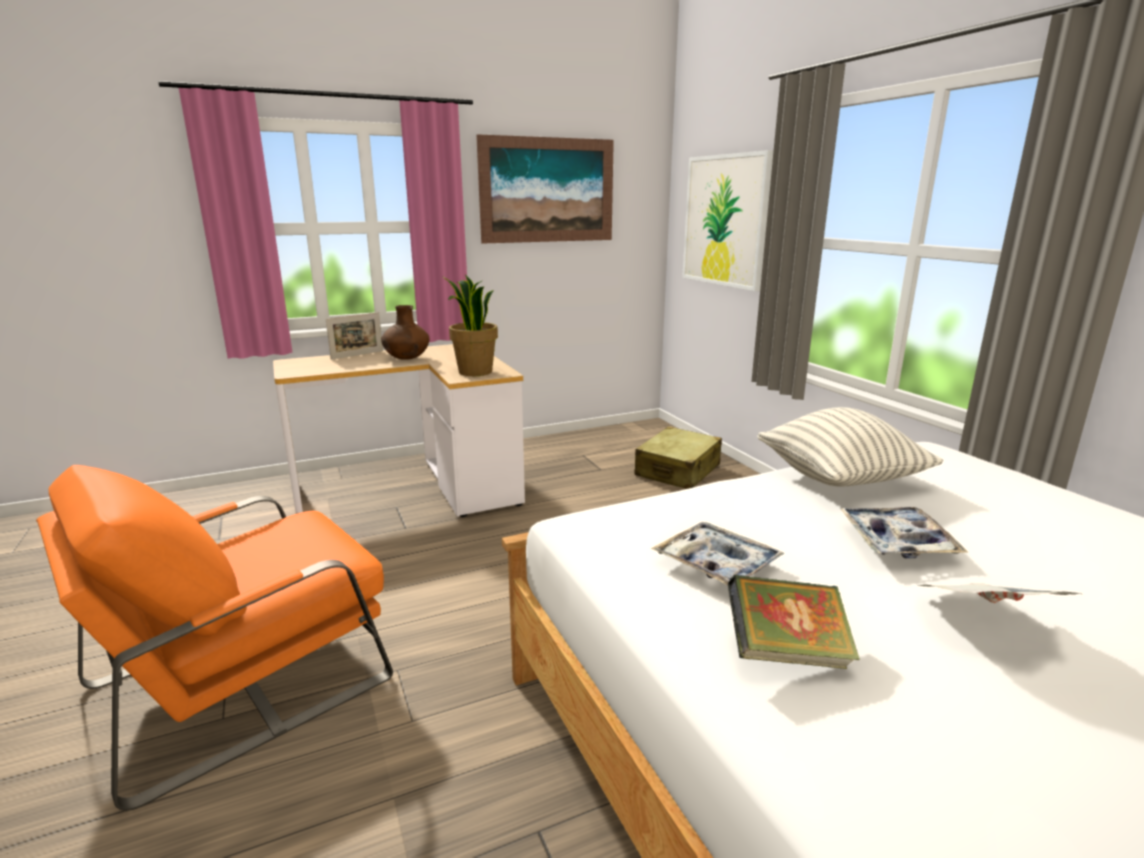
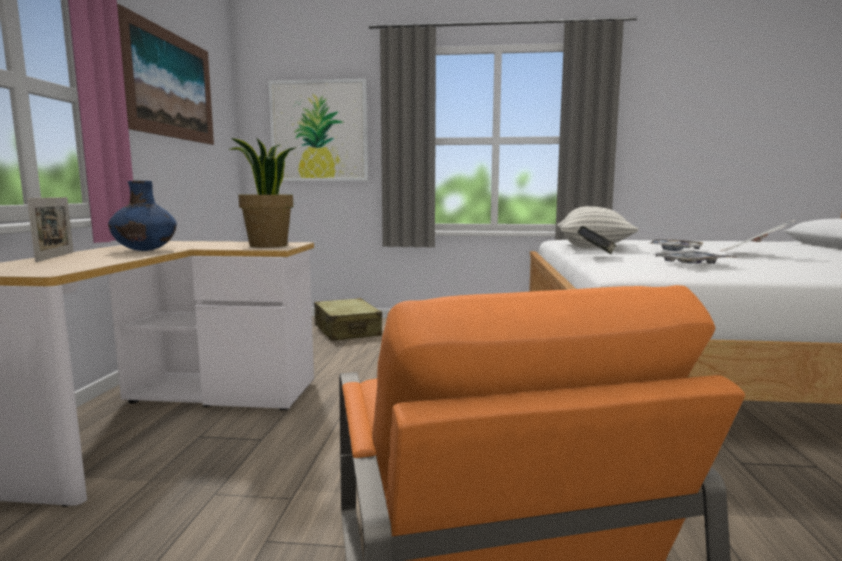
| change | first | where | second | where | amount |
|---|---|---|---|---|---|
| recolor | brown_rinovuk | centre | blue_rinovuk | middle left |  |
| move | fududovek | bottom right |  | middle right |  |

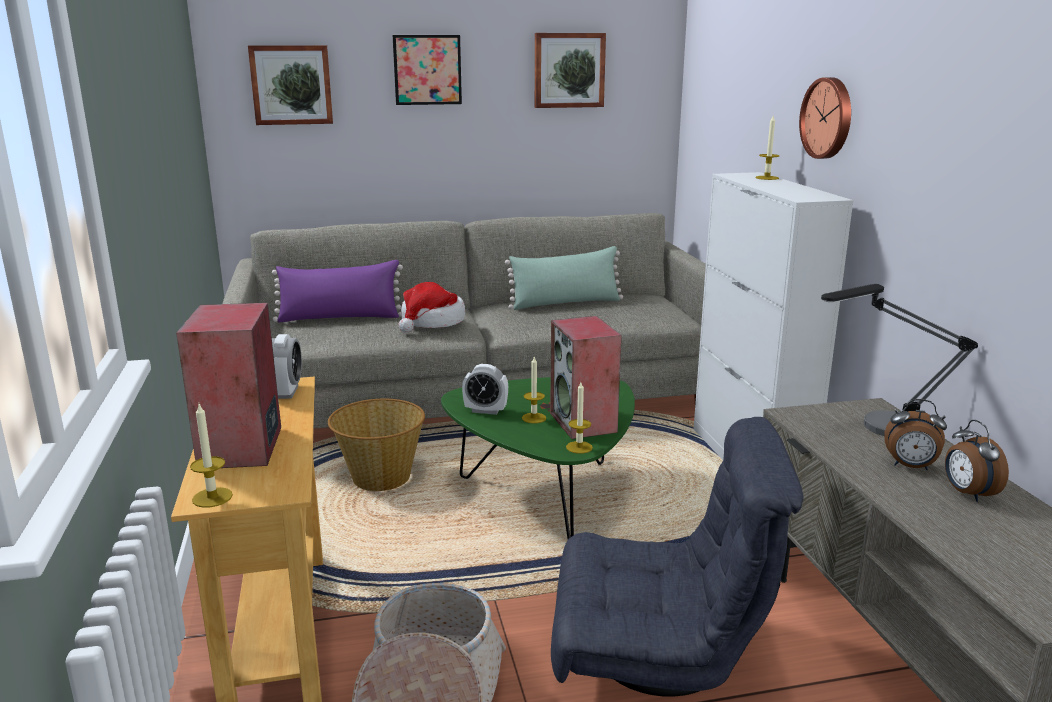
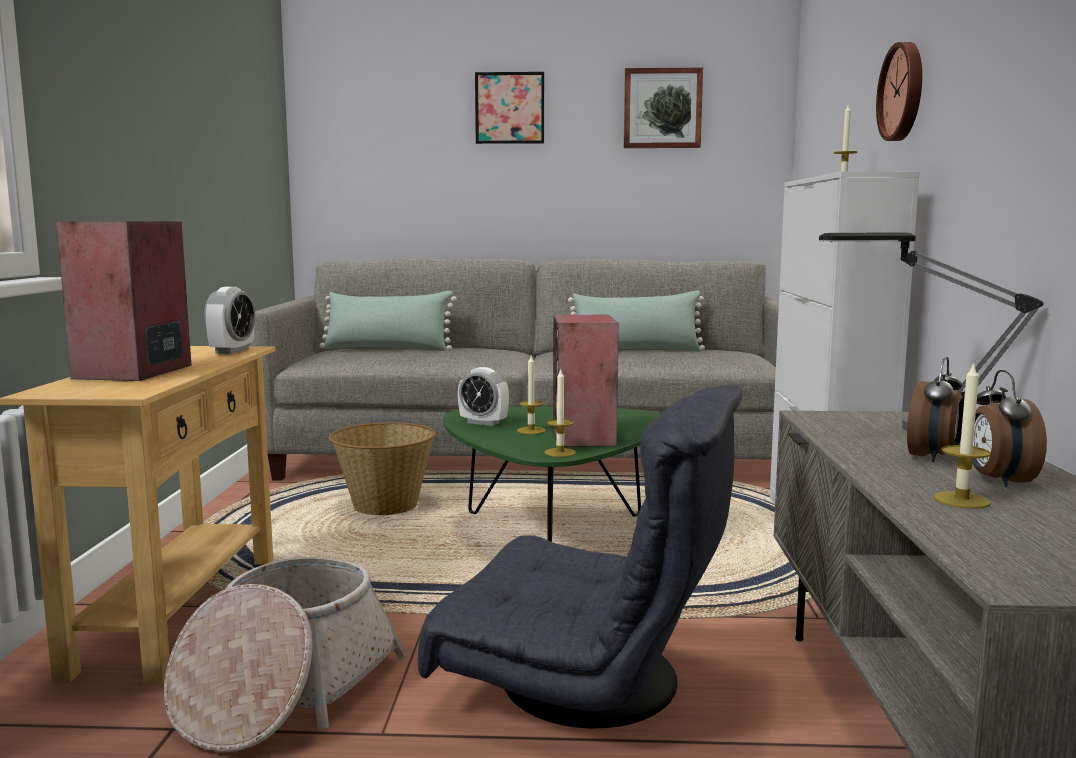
| change | first | where | second | where | amount |
|---|---|---|---|---|---|
| recolor | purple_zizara | middle left | green_zizara (1st from left) | centre |  |
| rotate | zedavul (3rd from left) | middle right |  | middle right | 90 degrees counterclockwise |
| move | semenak (1st from left in the first image) | middle left | semenak (4th from left) | middle right |  |
| delete | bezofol (1st from left) | top left |  |  |  |
| delete | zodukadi | centre |  |  |  |

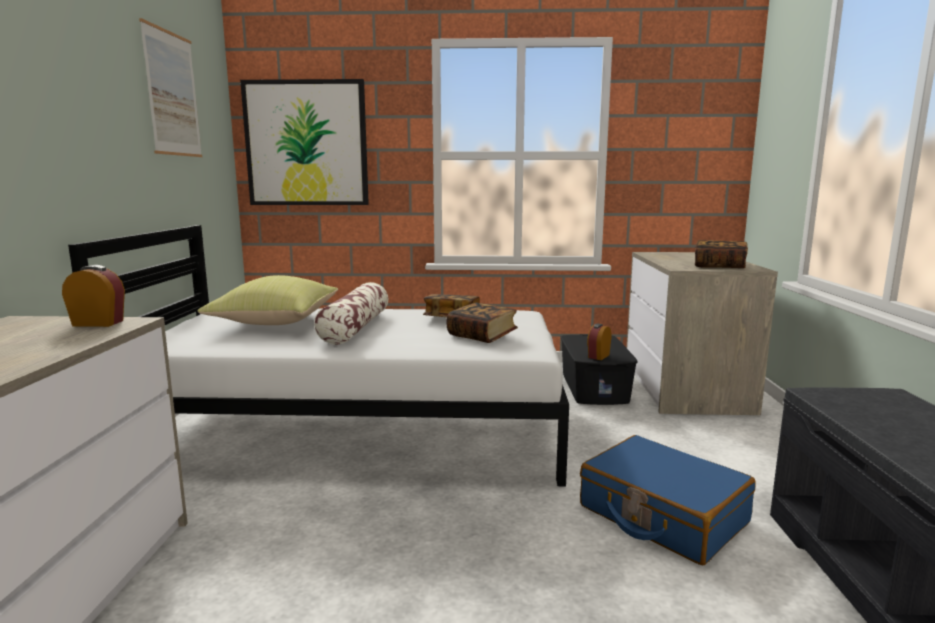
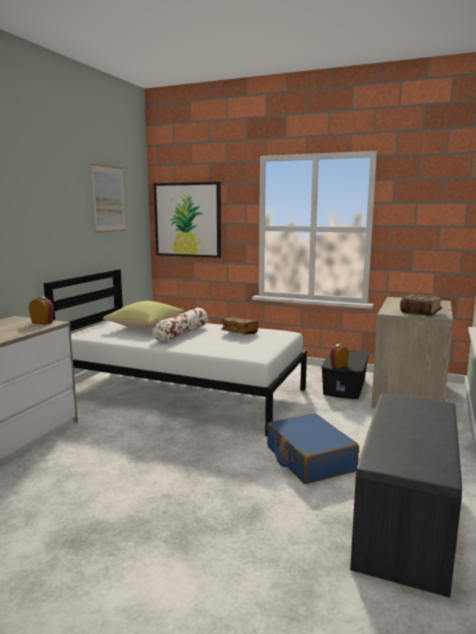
| change | first | where | second | where | amount |
|---|---|---|---|---|---|
| delete | fududovek (2nd from left) | centre |  |  |  |

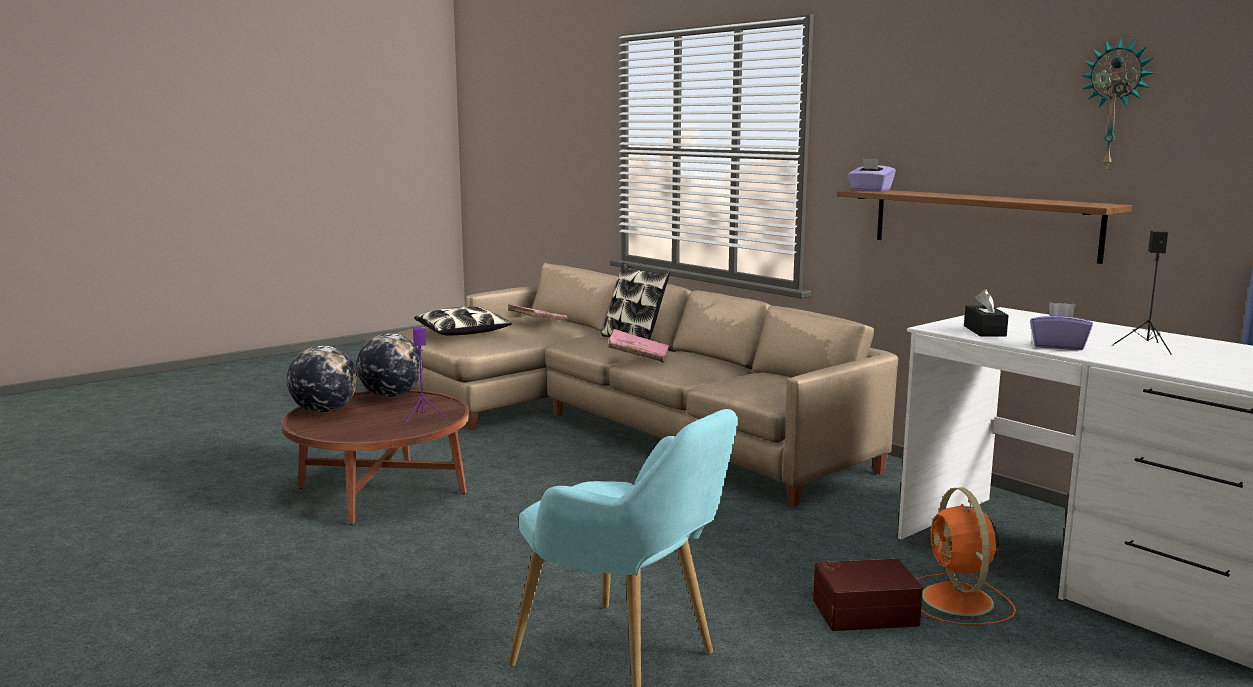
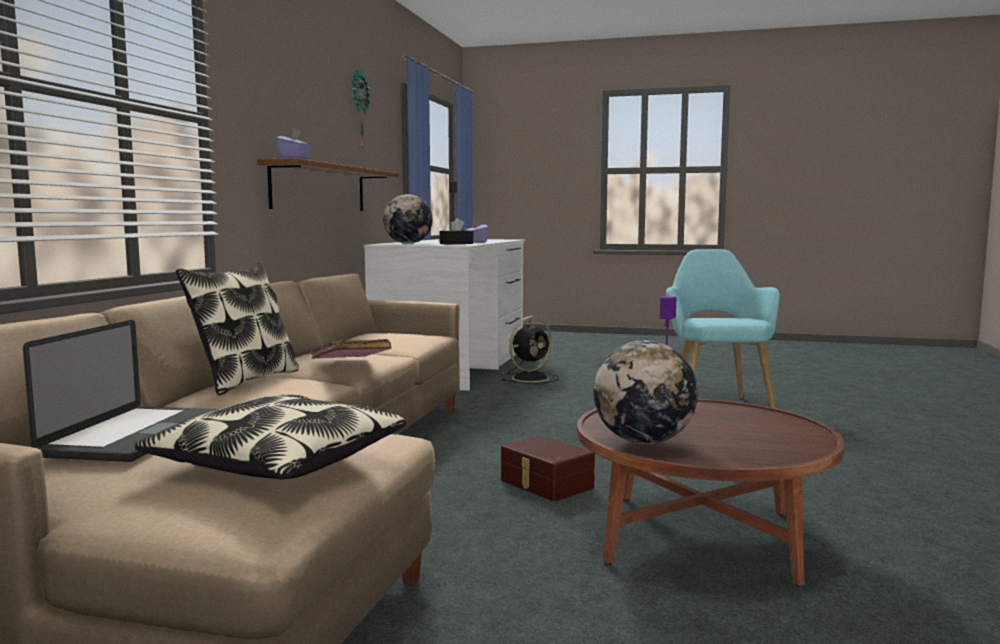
| change | first | where | second | where | amount |
|---|---|---|---|---|---|
| replace | pink_fududovek (1st from left) | centre | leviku | middle left |  |
| move | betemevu (1st from left) | middle left |  | centre |  |
| move | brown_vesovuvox | bottom right |  | bottom centre |  |
| recolor | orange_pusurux | bottom right | black_pusurux | centre |  |

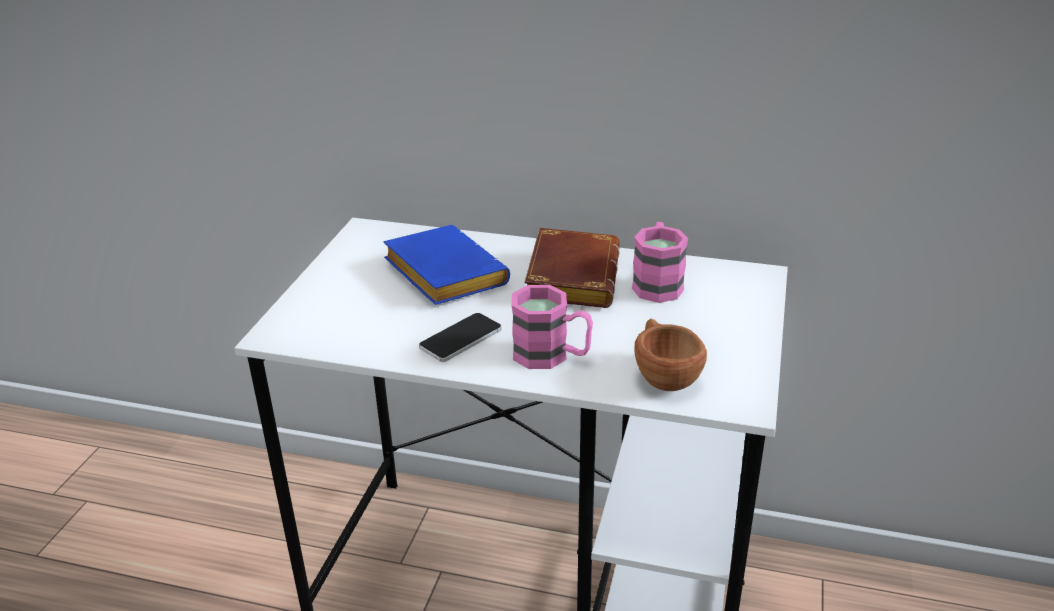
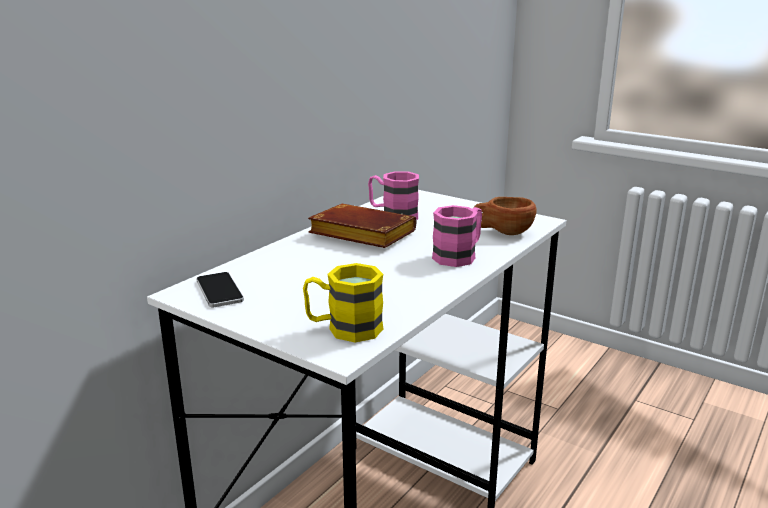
| change | first | where | second | where | amount |
|---|---|---|---|---|---|
| move | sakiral | centre |  | middle left |  |
| insert |  |  | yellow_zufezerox | centre |  |
| delete | blue_fududovek | centre |  |  |  |

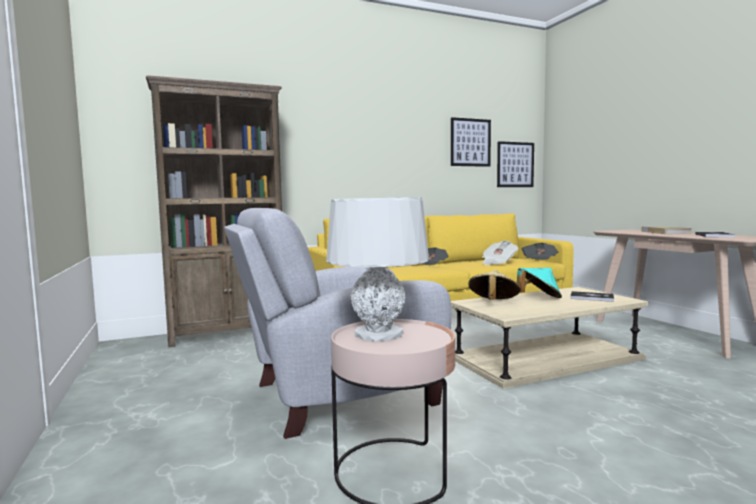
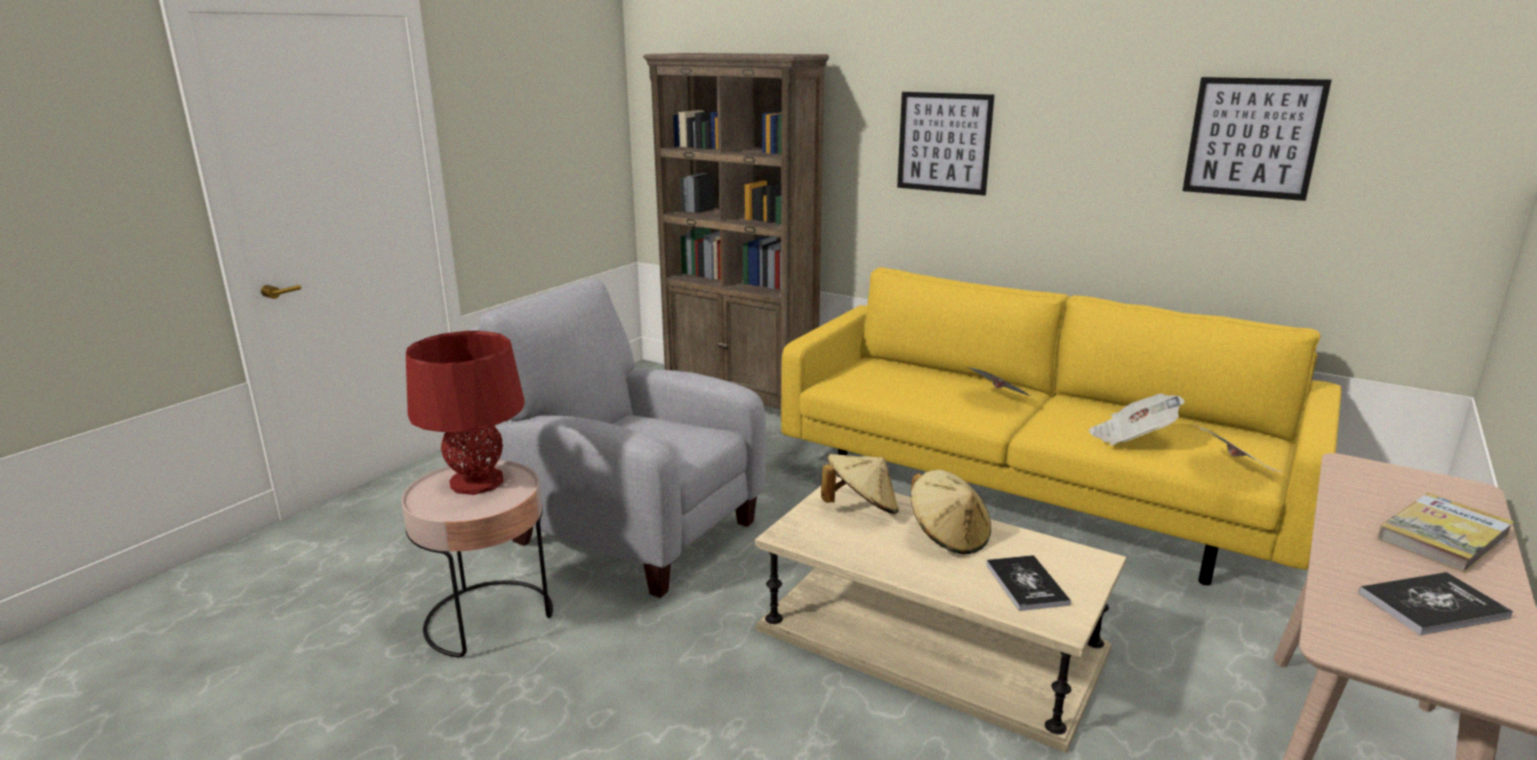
| change | first | where | second | where | amount |
|---|---|---|---|---|---|
| recolor | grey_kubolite | centre | red_kubolite | middle left |  |
| move | bezofol (2nd from left in the first image) | top right | bezofol (1st from left) | top centre |  |
| recolor | turquoise_zodukadi | middle right | beige_zodukadi (2nd from left) | bottom centre |  |

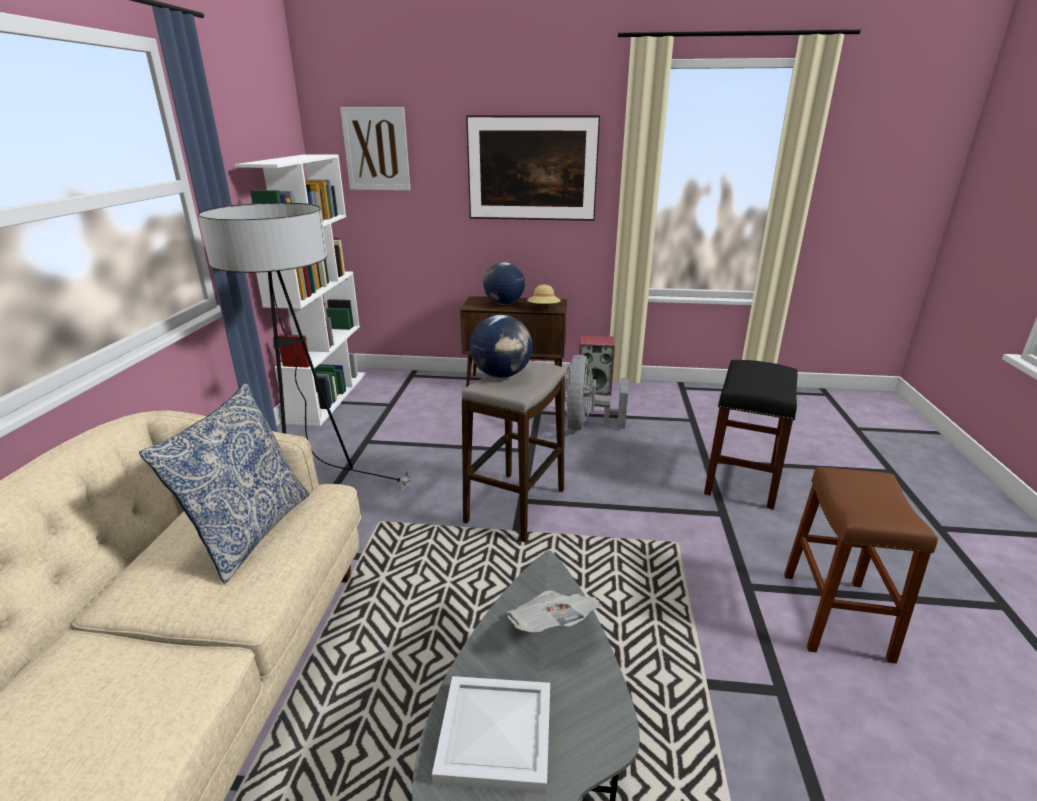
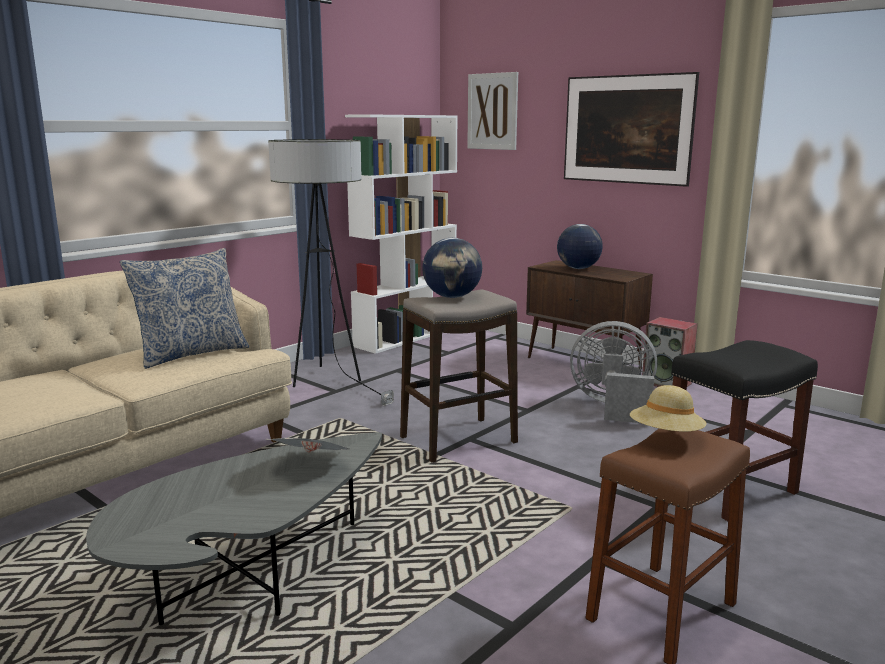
| change | first | where | second | where | amount |
|---|---|---|---|---|---|
| rotate | grey_pusurux | centre |  | middle right | 60 degrees clockwise |
| move | beige_zodukadi | centre |  | middle right |  |
| delete | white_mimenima | bottom centre |  |  |  |

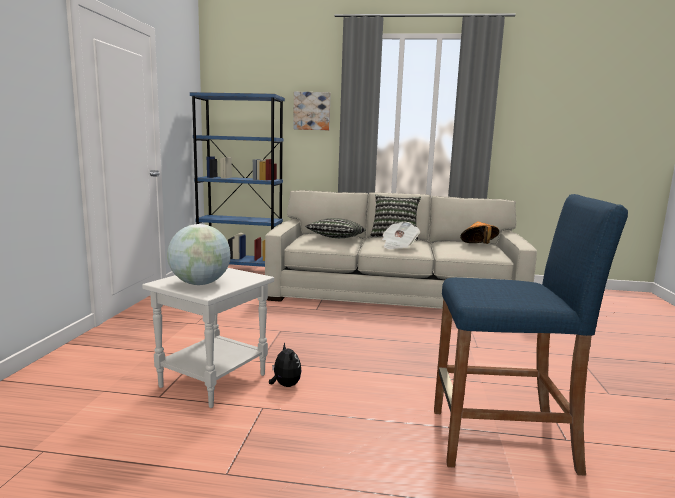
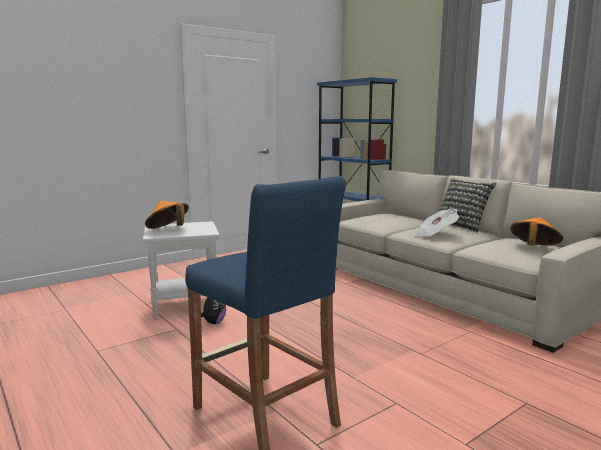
| change | first | where | second | where | amount |
|---|---|---|---|---|---|
| replace | betemevu | middle left | orange_zodukadi (1st from left) | middle left |  |
| delete | bezofol | top centre |  |  |  |
| delete | zizara (1st from left) | centre |  |  |  |

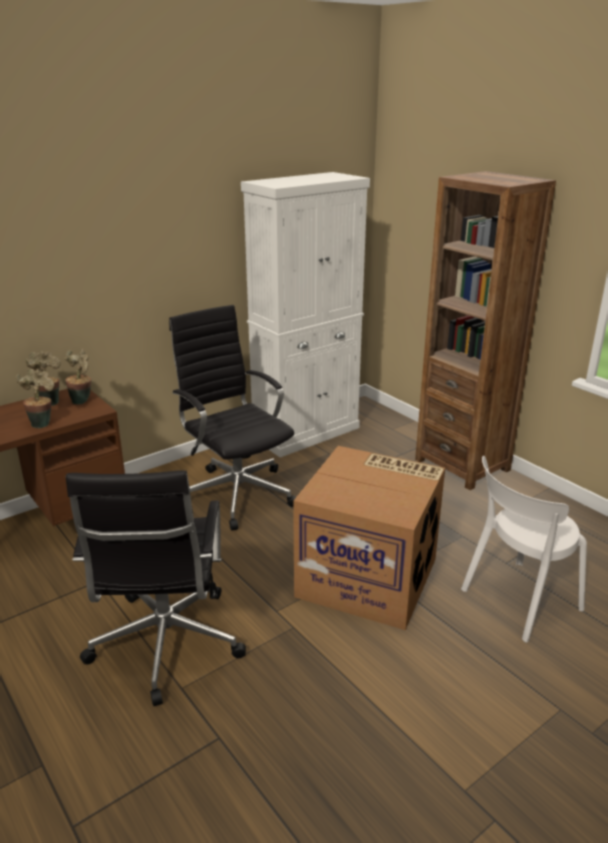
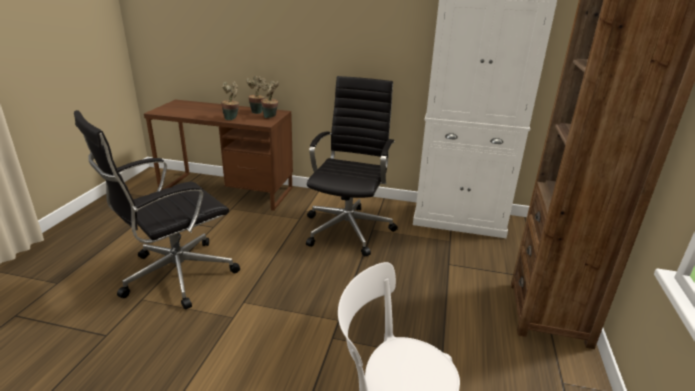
| change | first | where | second | where | amount |
|---|---|---|---|---|---|
| delete | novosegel | centre |  |  |  |

